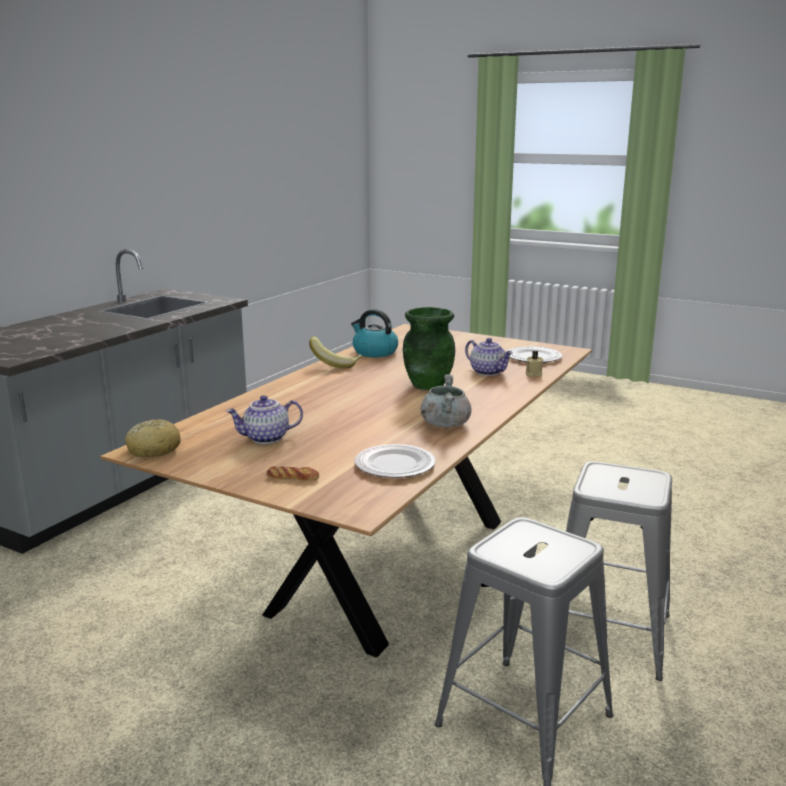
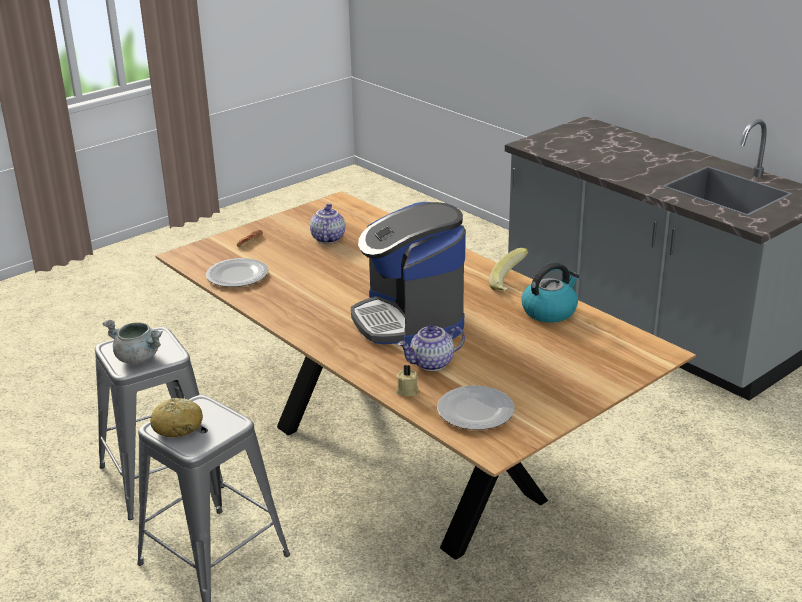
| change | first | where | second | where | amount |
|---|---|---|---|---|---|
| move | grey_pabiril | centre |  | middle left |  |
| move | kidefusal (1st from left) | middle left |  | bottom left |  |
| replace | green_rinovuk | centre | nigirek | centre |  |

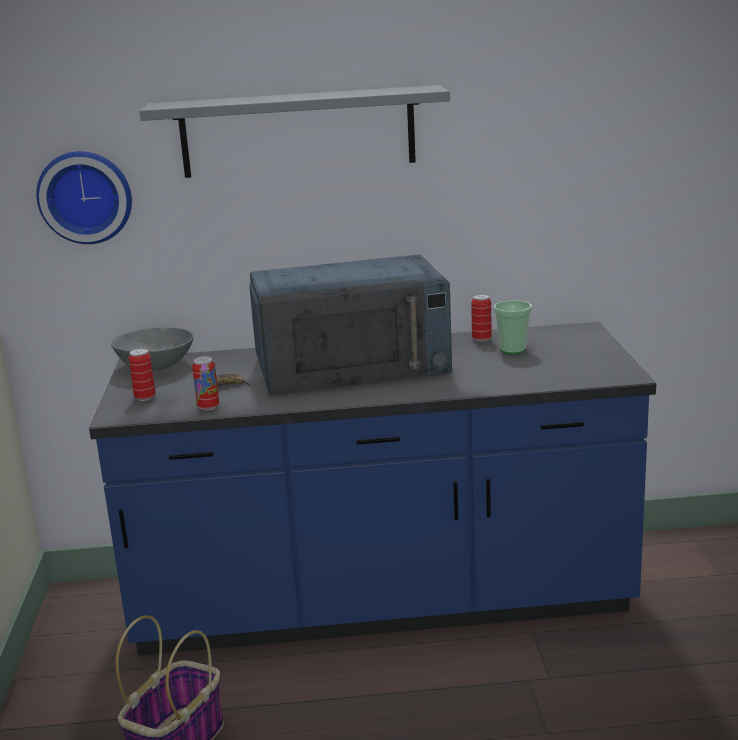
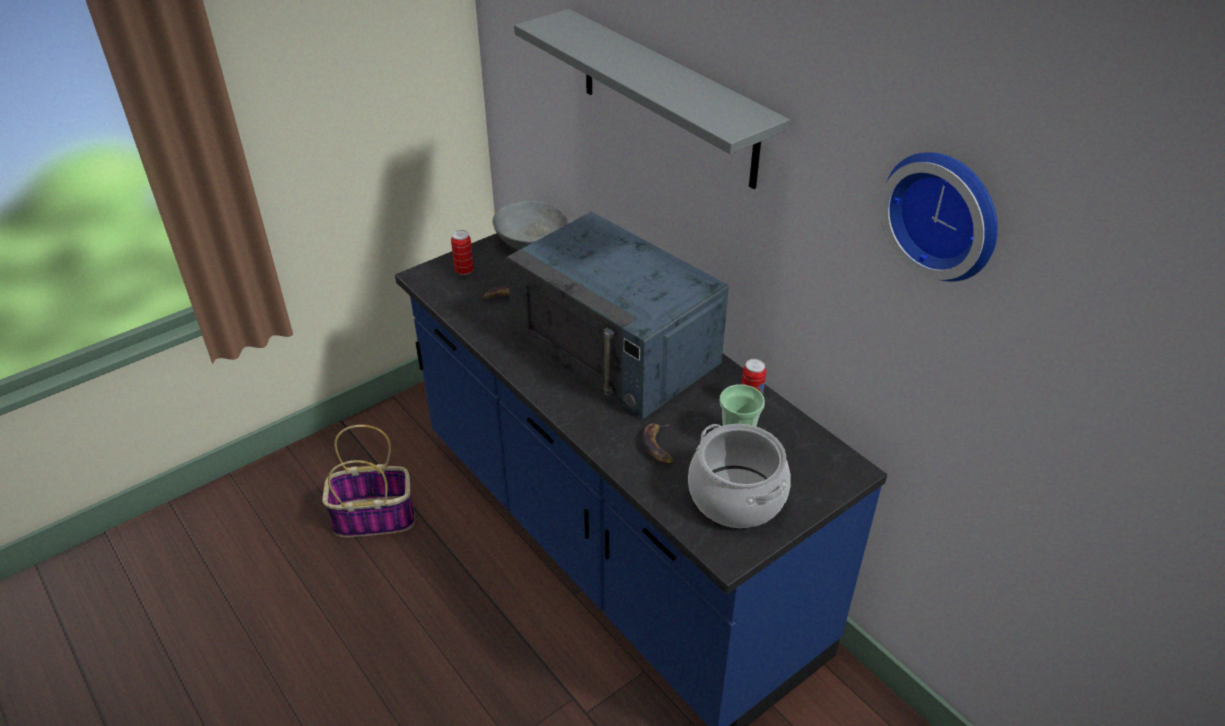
| change | first | where | second | where | amount |
|---|---|---|---|---|---|
| insert |  |  | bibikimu (2nd from left) | centre |  |
| insert |  |  | pabiril | centre |  |
| move | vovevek | top left |  | top right |  |
| delete | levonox (2nd from left) | middle left |  |  |  |

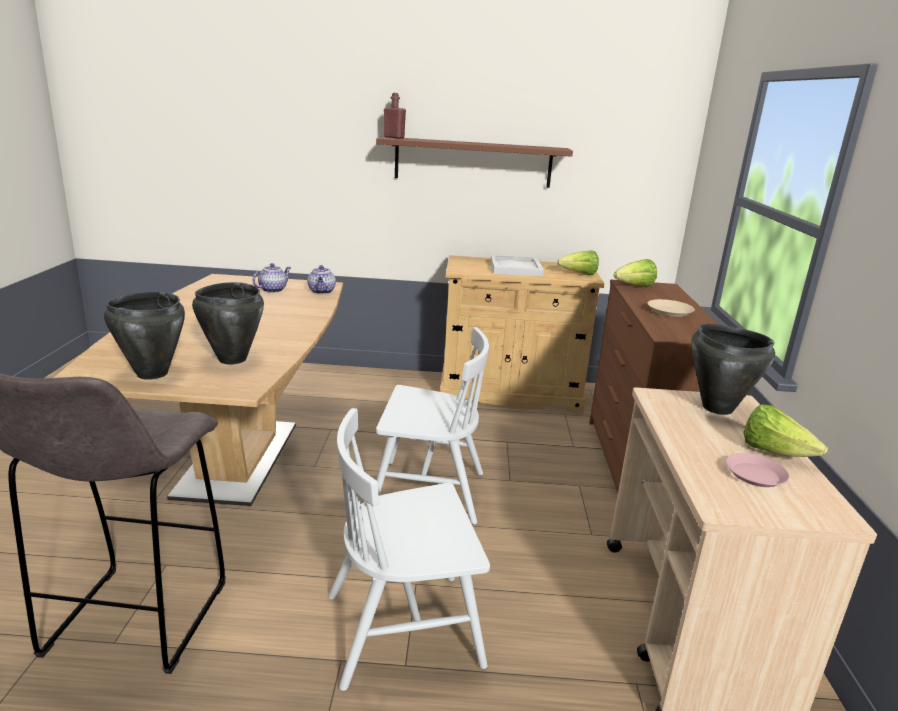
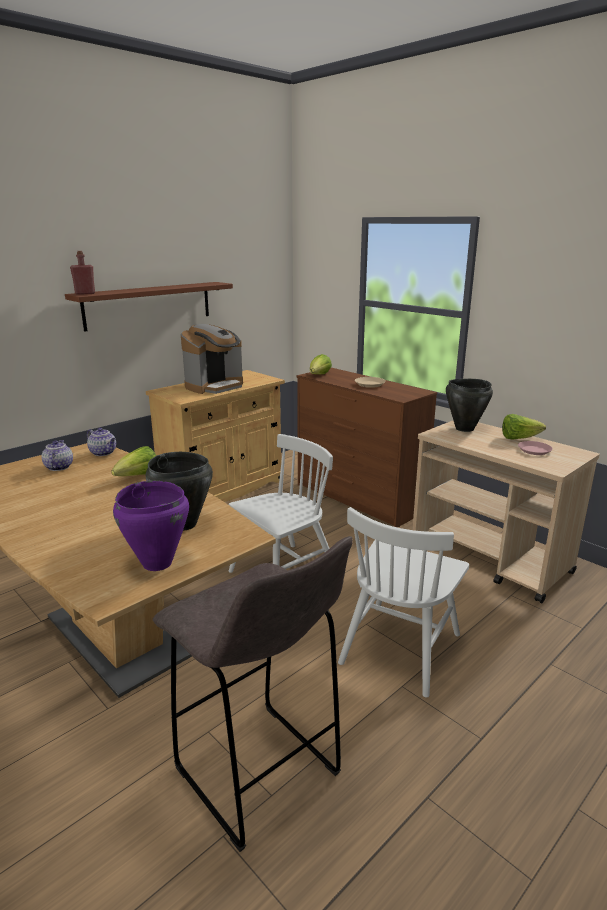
| change | first | where | second | where | amount |
|---|---|---|---|---|---|
| move | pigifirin (1st from left) | centre |  | middle left |  |
| recolor | black_pabiril (1st from left) | middle left | purple_pabiril | middle left |  |
| replace | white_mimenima | centre | nigirek | centre |  |

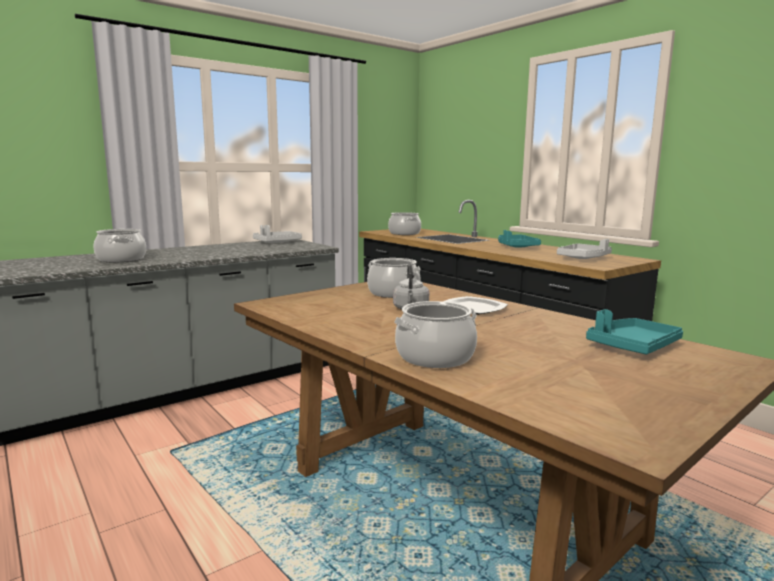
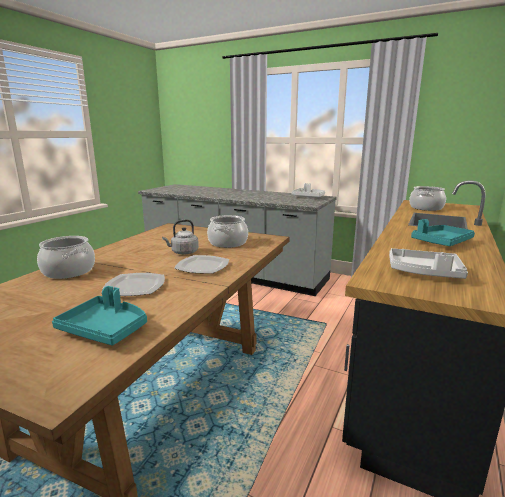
| change | first | where | second | where | amount |
|---|---|---|---|---|---|
| insert |  |  | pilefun (1st from left) | middle left |  |
| delete | pabiril (1st from left) | middle left |  |  |  |

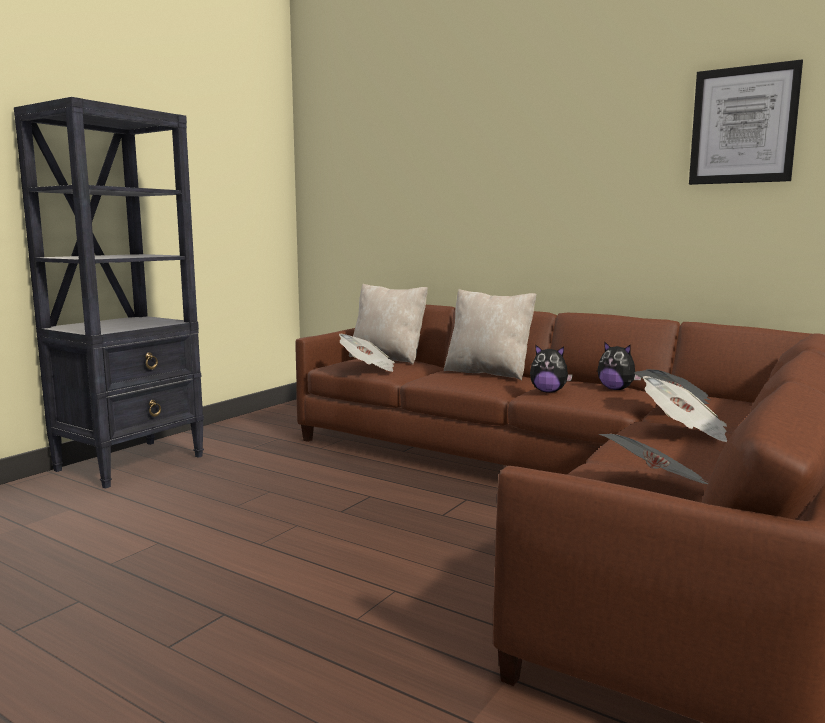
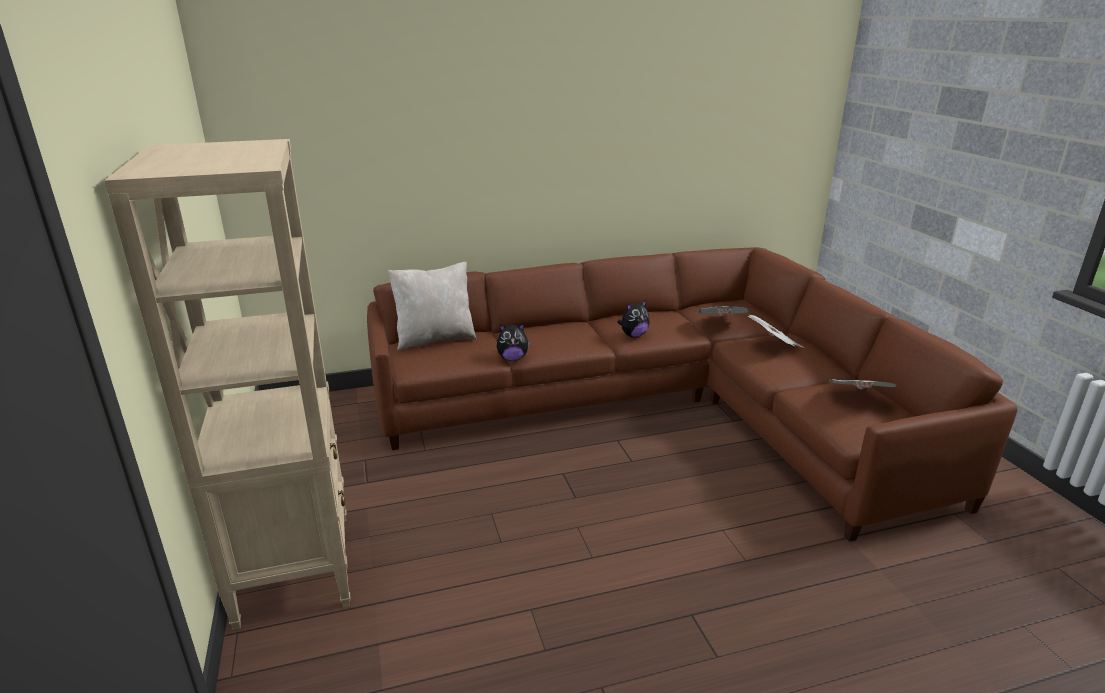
| change | first | where | second | where | amount |
|---|---|---|---|---|---|
| recolor | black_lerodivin | middle left | beige_lerodivin | middle left |  |
| move | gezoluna (2nd from left in the first image) | middle right | gezoluna (1st from left) | centre |  |
| delete | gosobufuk (1st from left) | centre |  |  |  |
| delete | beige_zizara (2nd from left) | centre |  |  |  |
| delete | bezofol | top right |  |  |  |

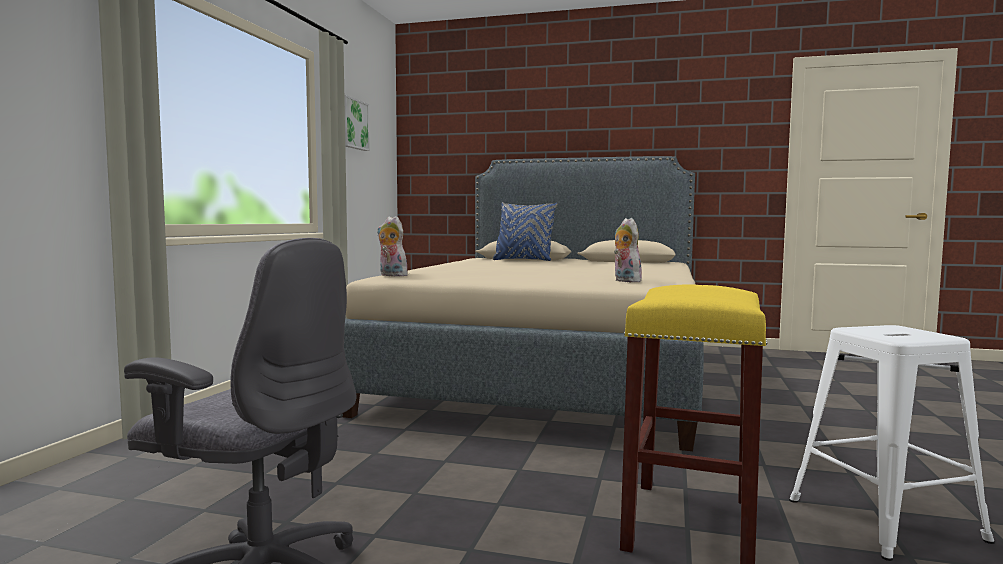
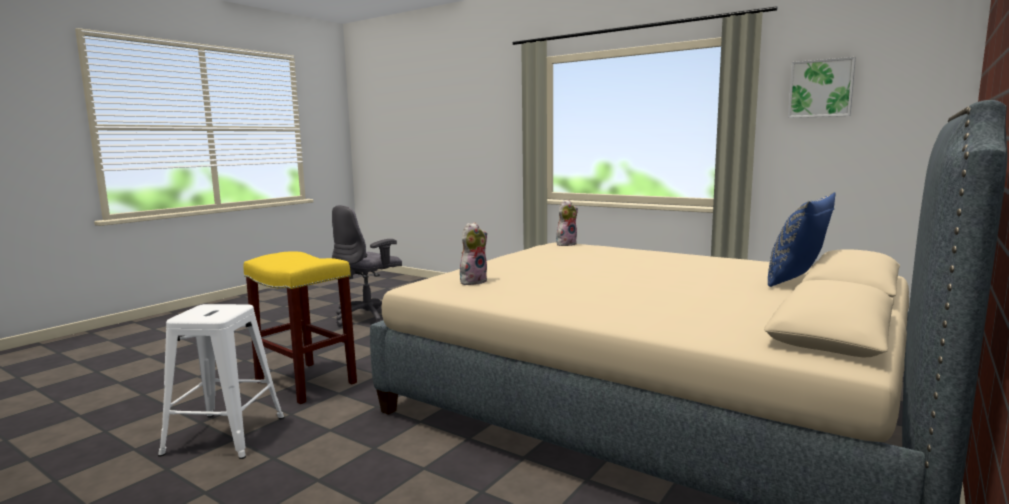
| change | first | where | second | where | amount |
|---|---|---|---|---|---|
| rotate | gezoluna (2nd from left in the first image) | centre | gezoluna (1st from left) | centre | 45 degrees counterclockwise |

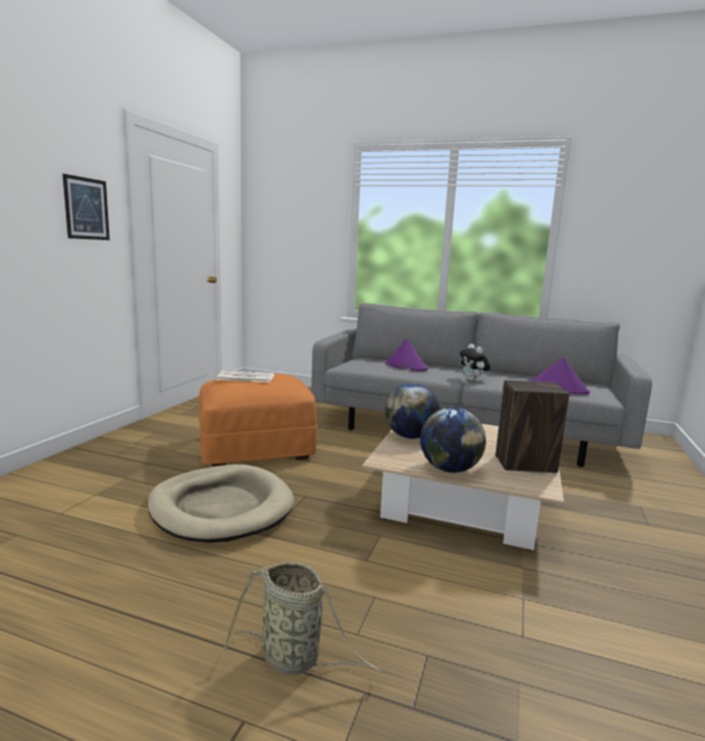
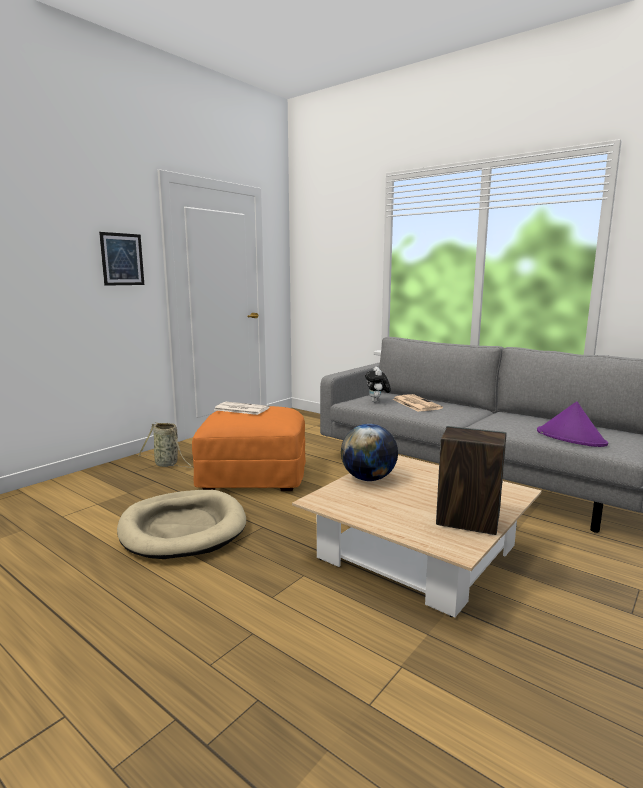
| change | first | where | second | where | amount |
|---|---|---|---|---|---|
| move | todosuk | bottom centre |  | middle left |  |
| move | gezoluna | middle right |  | centre |  |
| replace | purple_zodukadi (1st from left) | centre | gosobufuk (2nd from left) | centre |  |
| delete | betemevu (2nd from left) | centre |  |  |  |

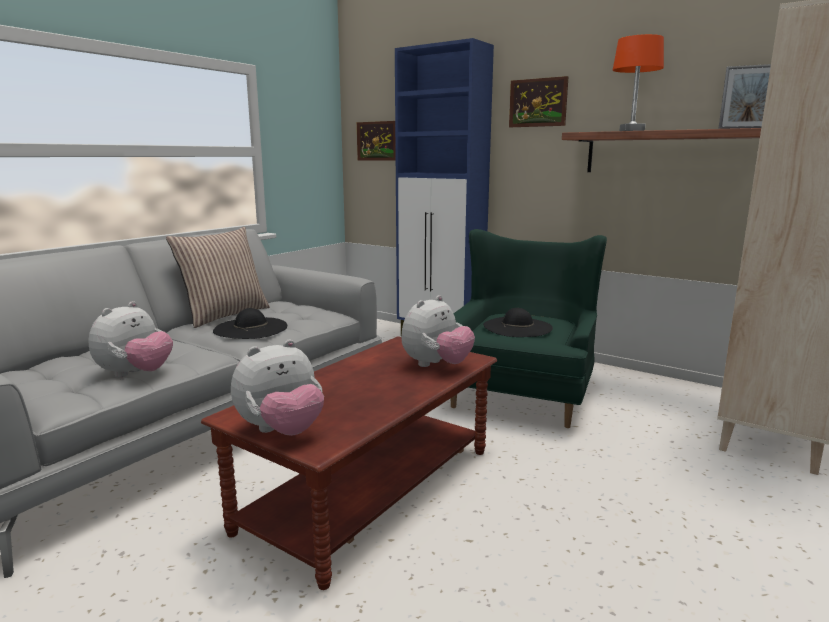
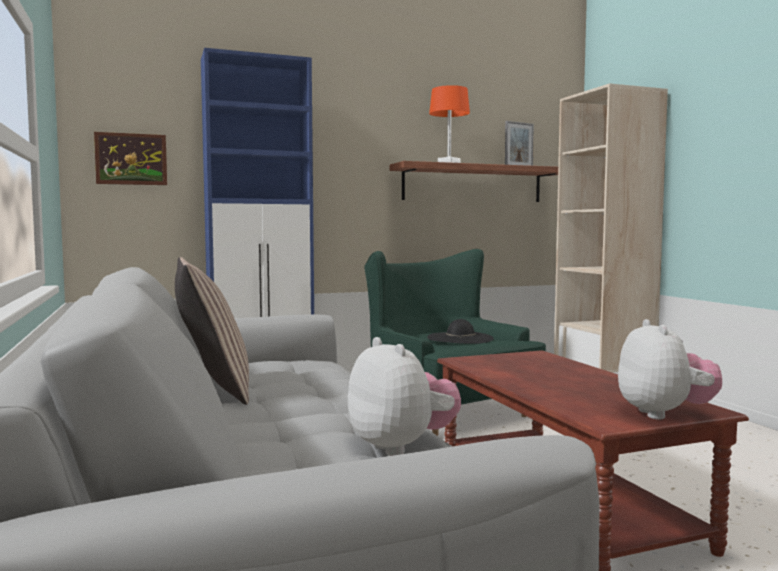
| change | first | where | second | where | amount |
|---|---|---|---|---|---|
| delete | black_zodukadi (1st from left) | middle left |  |  |  |
| delete | gezoluna (3rd from left) | centre |  |  |  |
| delete | bezofol (2nd from left) | top centre |  |  |  |

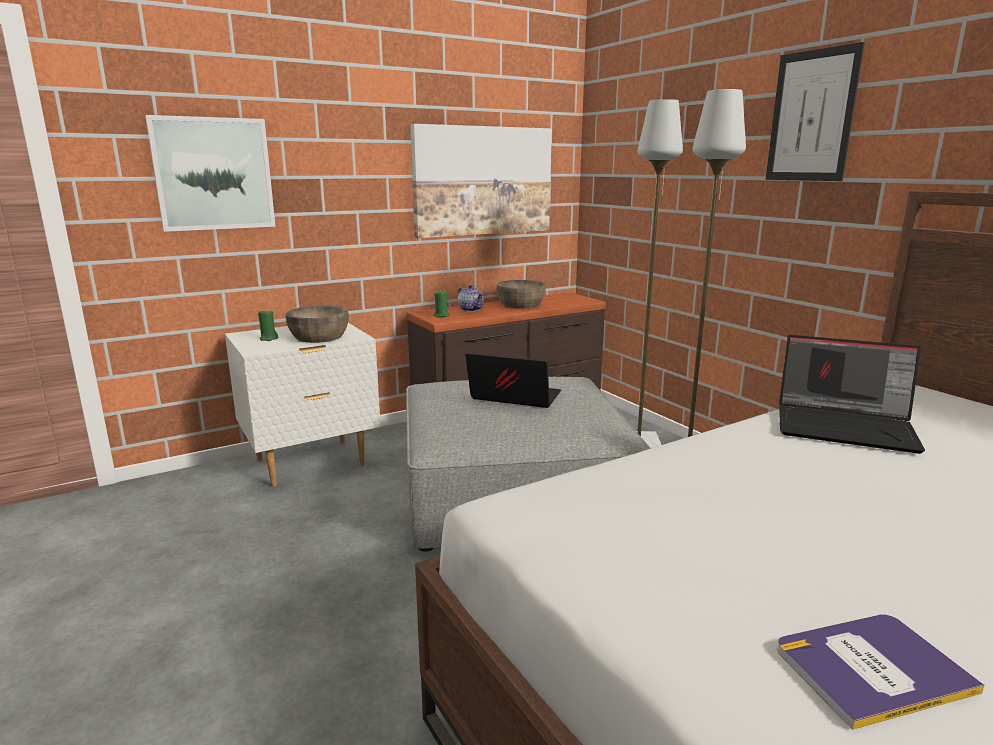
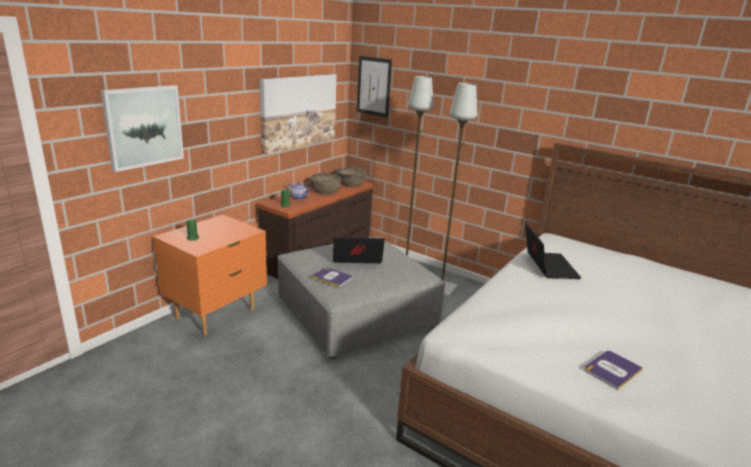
| change | first | where | second | where | amount |
|---|---|---|---|---|---|
| recolor | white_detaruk | middle left | orange_detaruk | middle left |  |
| insert |  |  | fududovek (1st from left) | centre |  |
| move | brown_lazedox (1st from left in the first image) | middle left | brown_lazedox (2nd from left) | centre |  |
| move | bezofol (3rd from left) | top right |  | top centre |  |
| rotate | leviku (2nd from left) | middle right |  | middle right | 90 degrees counterclockwise |

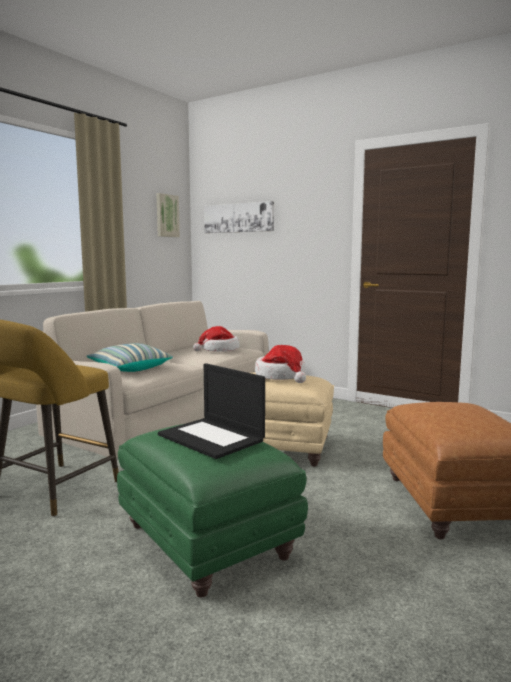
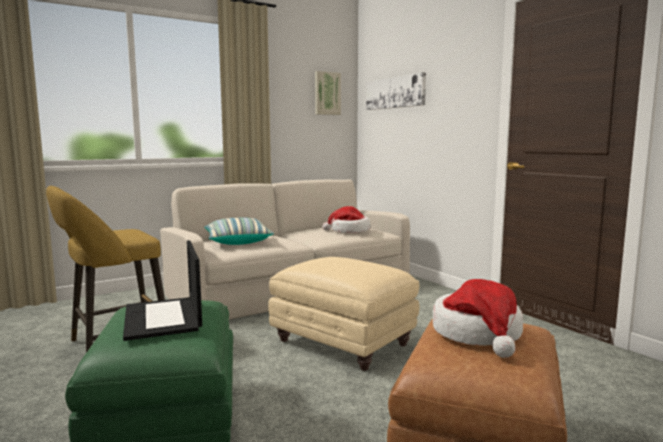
| change | first | where | second | where | amount |
|---|---|---|---|---|---|
| move | zodukadi (2nd from left) | centre |  | bottom right |  |

